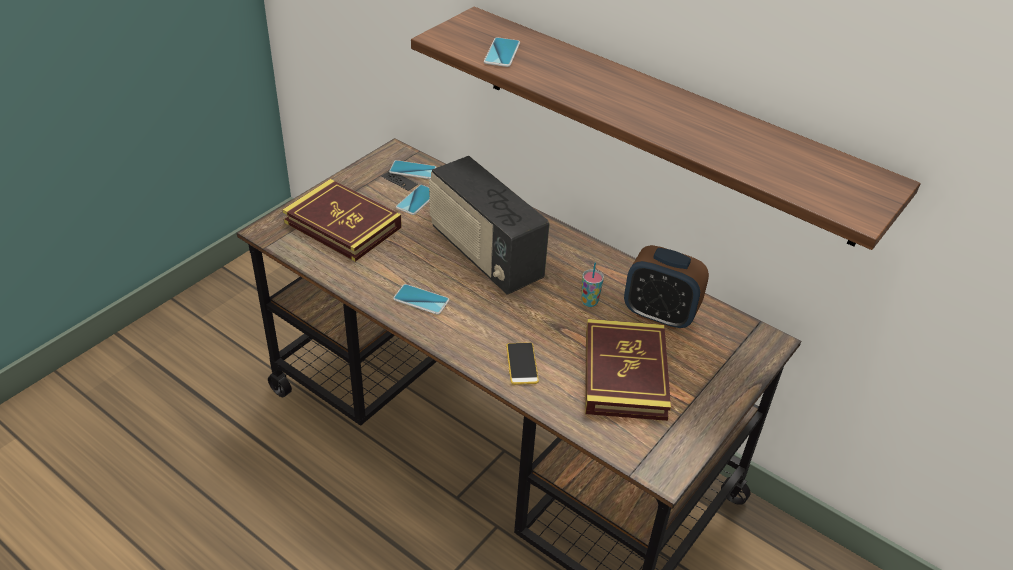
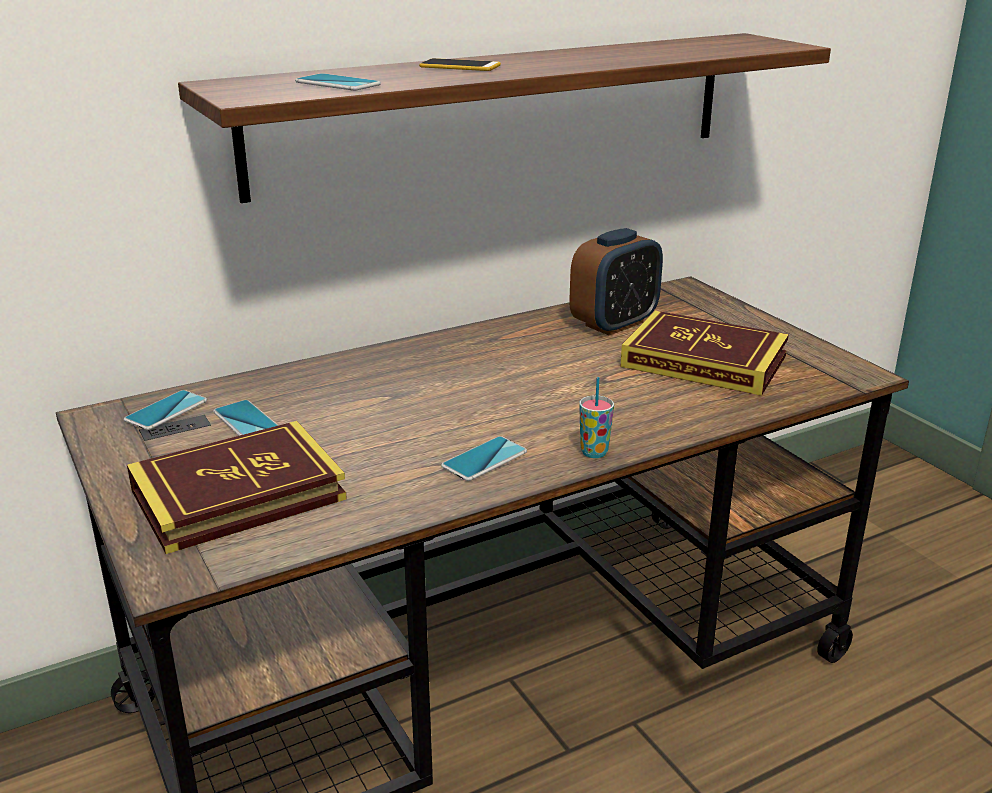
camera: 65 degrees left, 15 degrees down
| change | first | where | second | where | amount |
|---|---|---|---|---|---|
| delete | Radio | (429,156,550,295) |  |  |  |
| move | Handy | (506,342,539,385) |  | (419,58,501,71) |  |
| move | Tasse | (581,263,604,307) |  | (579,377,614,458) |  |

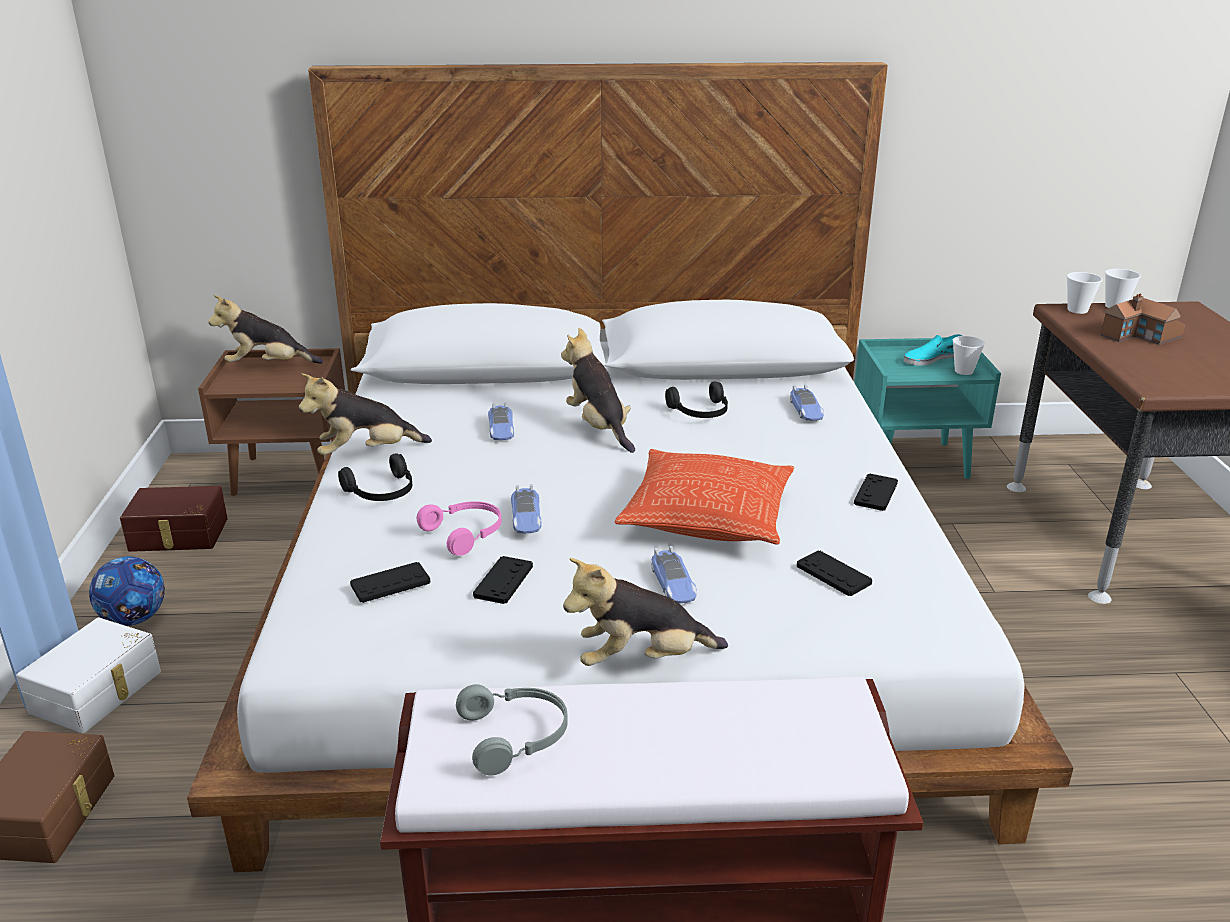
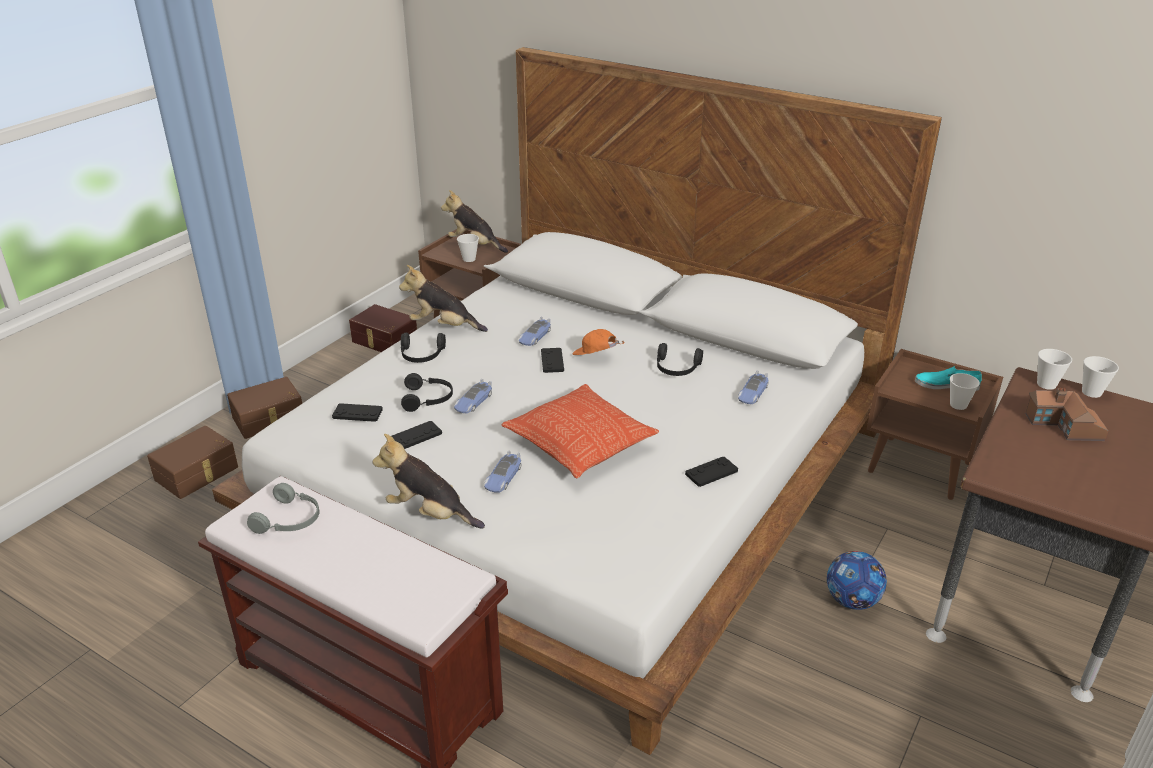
camera: 35 degrees right, 5 degrees up
| change | first | where | second | where | amount |
|---|---|---|---|---|---|
| recolor | Aufbewahrungsbox/weiß | (16,617,161,733) | Aufbewahrungsbox/braun | (227,377,302,439) |  |
| move | Fußball | (89,556,165,626) |  | (827,551,887,610) |  |
| recolor | Kopfhörer/rosa | (417,501,502,556) | Kopfhörer/schwarz | (401,373,453,412) |  |
| replace | Plüschtier | (561,328,635,453) | Kappe/orange | (572,329,625,355) |  |
| move | Gamepad/schwarz | (797,551,872,596) |  | (541,348,564,373) |  |
| recolor | Nachttisch/türkis | (855,338,1001,479) | Nachttisch/braun | (867,349,1003,500) |  |
| insert |  |  | Tasse | (457,234,479,262) |  |

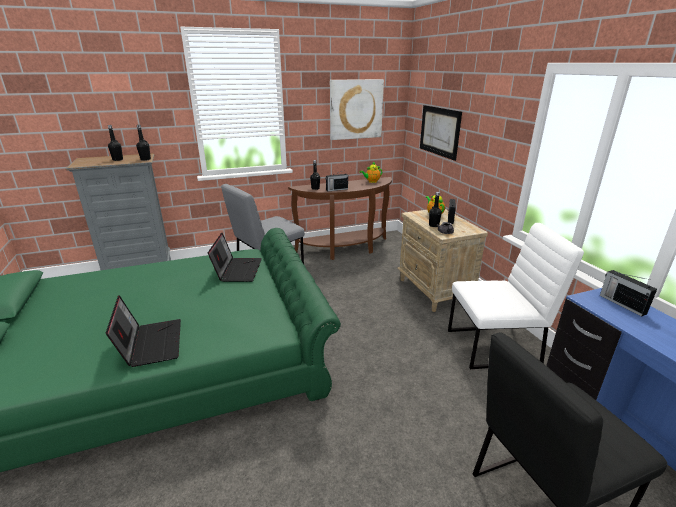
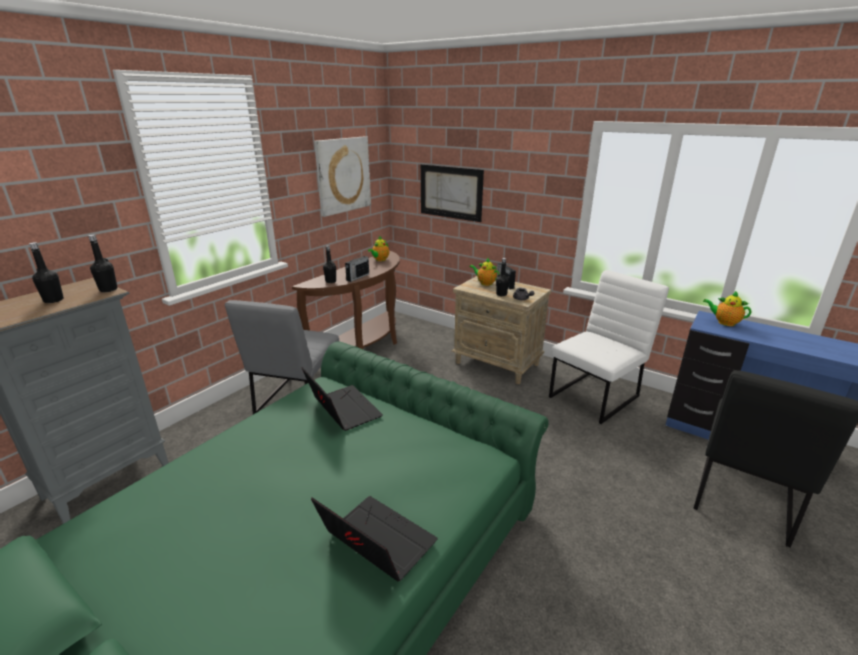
camera: 35 degrees left, 0 degrees up
| change | first | where | second | where | amount |
|---|---|---|---|---|---|
| replace | Radio | (600,270,657,317) | Teekanne | (703,291,751,326) |  |

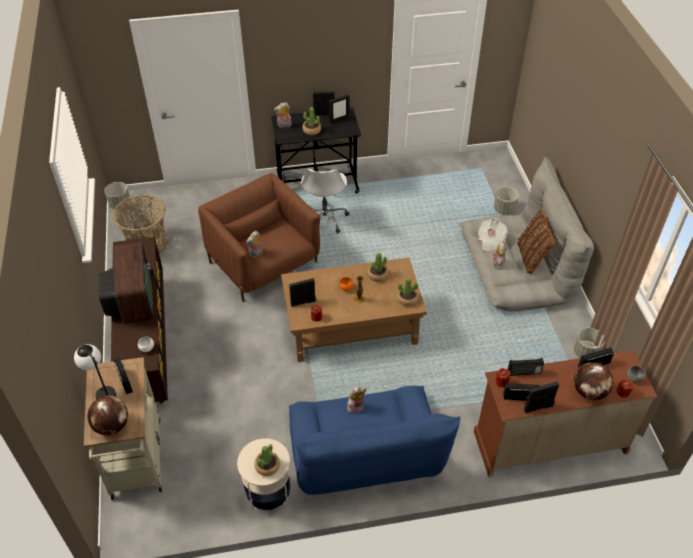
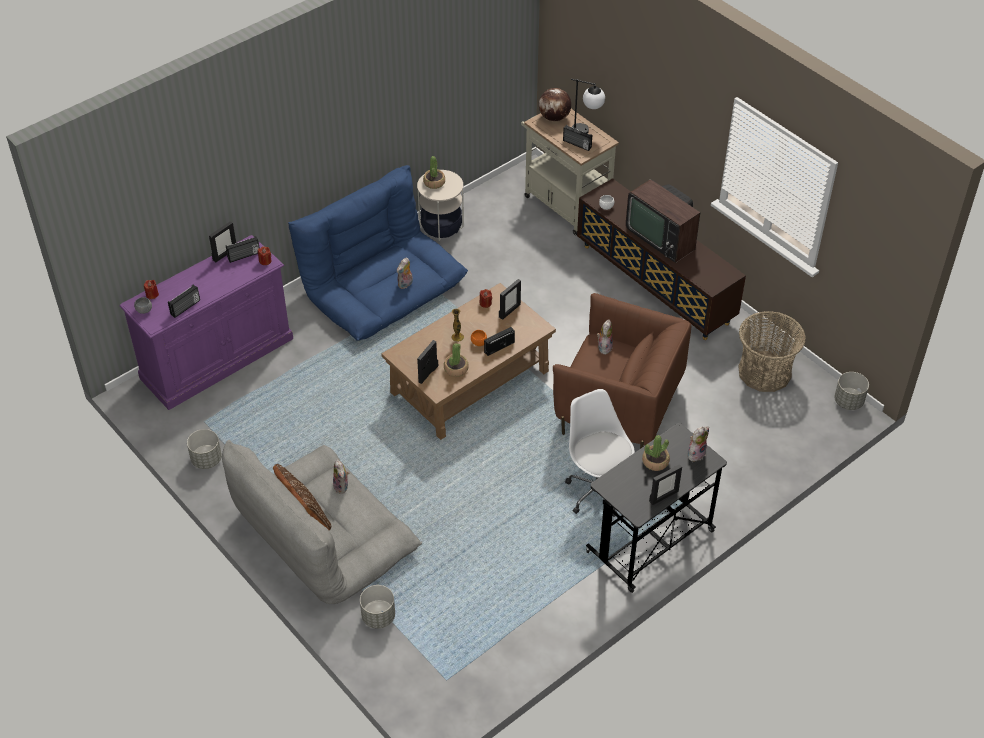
camera: 150 degrees right, 0 degrees up
| change | first | where | second | where | amount |
|---|---|---|---|---|---|
| move | Bilderrahmen | (329,94,349,123) |  | (417,340,438,384) |  |
| delete | Topfpflanze | (397,277,419,306) |  |  |  |
| recolor | Schrank/braun | (474,350,658,477) | Schrank/lila | (120,235,293,410) |  |
| delete | Zeitung | (478,218,508,251) |  |  |  |
| move | Radio | (507,358,544,376) |  | (484,327,515,356) |  |
| delete | Globus | (574,362,614,400) |  |  |  |

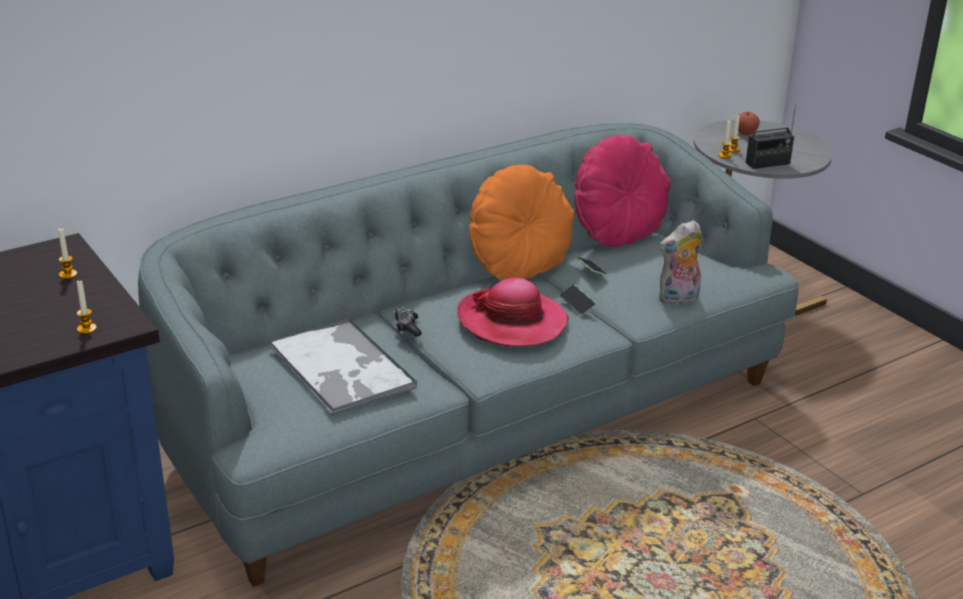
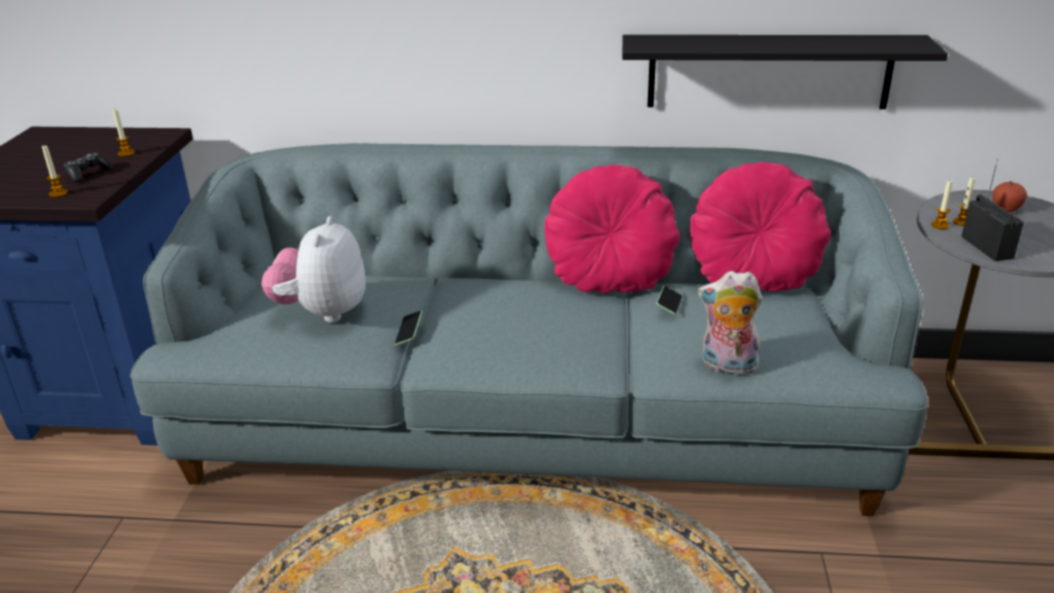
camera: 40 degrees right, 0 degrees up
| change | first | where | second | where | amount |
|---|---|---|---|---|---|
| replace | Tablett | (269,318,417,416) | Plüschtier | (261,216,366,323) |  |
| move | Gamepad | (393,306,422,337) |  | (64,153,113,182) |  |
| delete | Hut | (457,278,569,347) |  |  |  |
| recolor | Kissen/orange | (469,165,574,280) | Kissen/rosa | (544,165,680,293) |  |
| move | Handy | (559,284,596,315) |  | (394,311,422,345) |  |
| rotate | Radio | (746,104,796,169) |  | (961,159,1024,261) | 120 degrees counterclockwise |
| insert |  |  | Wandregal/schwarz | (622,35,948,109) |  |

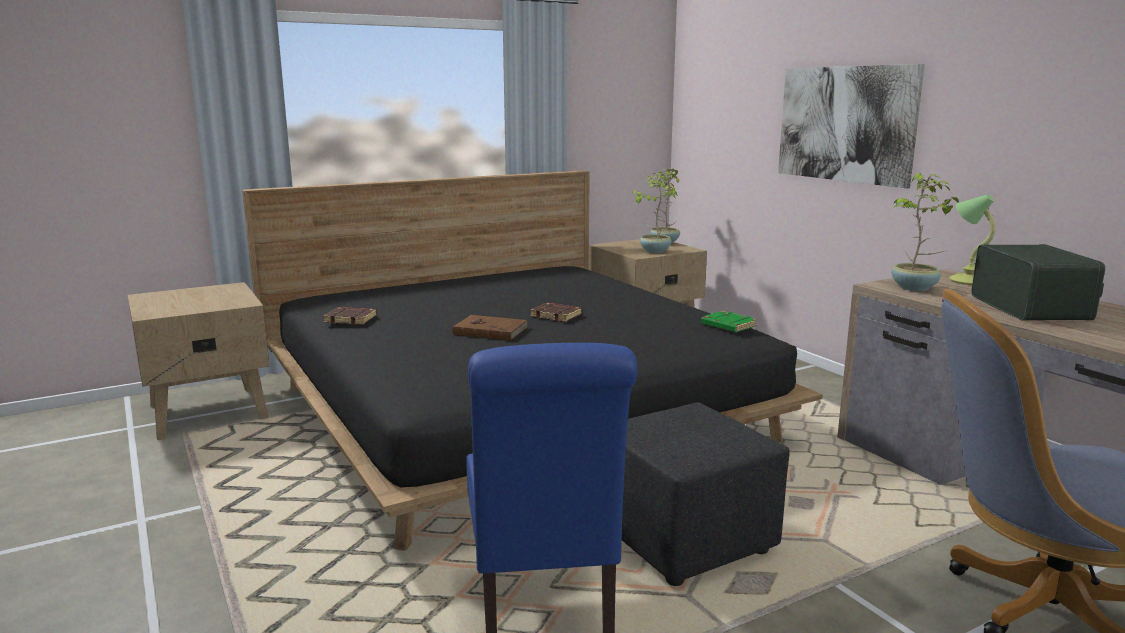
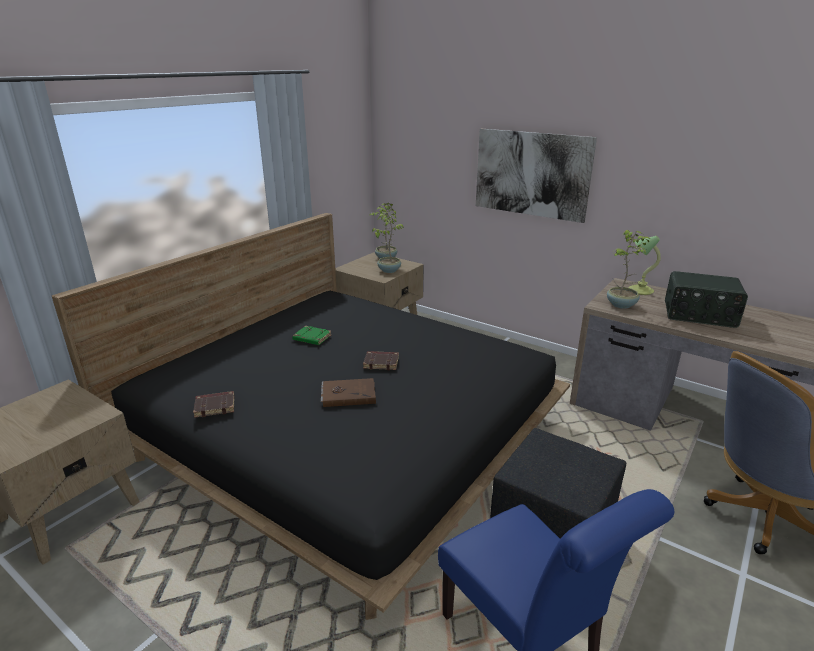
camera: 25 degrees left, 10 degrees up
| change | first | where | second | where | amount |
|---|---|---|---|---|---|
| move | Buch/grün | (701,311,757,332) |  | (292,326,331,345) |  |
| rotate | Radio | (971,244,1105,321) |  | (665,271,748,328) | 135 degrees clockwise |

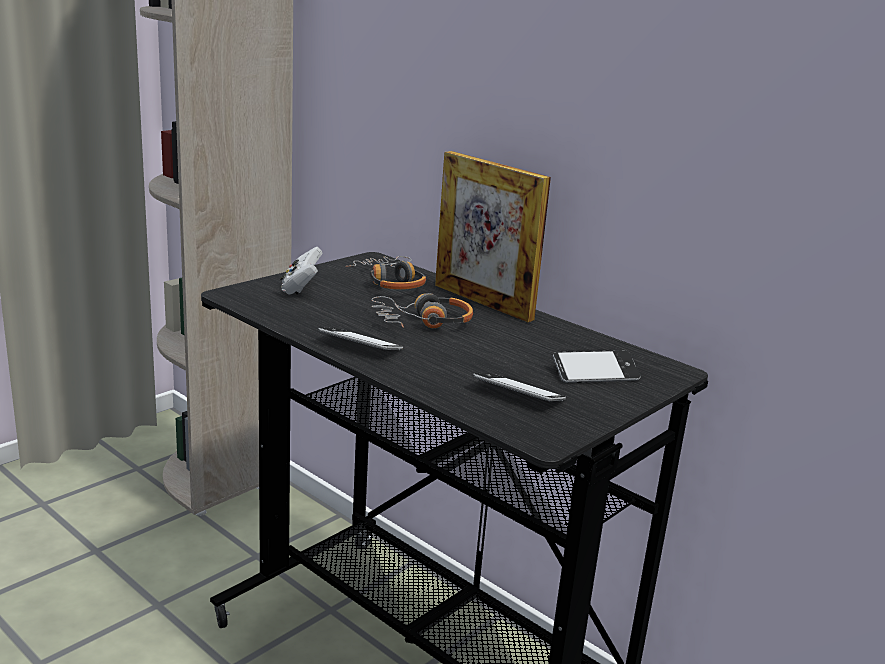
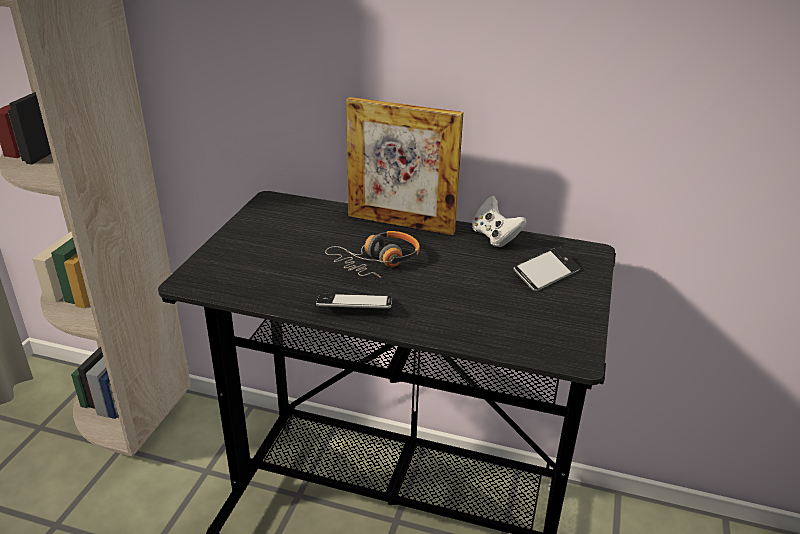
camera: 25 degrees left, 10 degrees up
| change | first | where | second | where | amount |
|---|---|---|---|---|---|
| move | Gamepad/weiß | (280,247,322,295) |  | (472,196,527,247) |  |
| delete | Kopfhörer | (345,256,426,289) |  |  |  |
| delete | Handy | (473,373,566,402) |  |  |  |

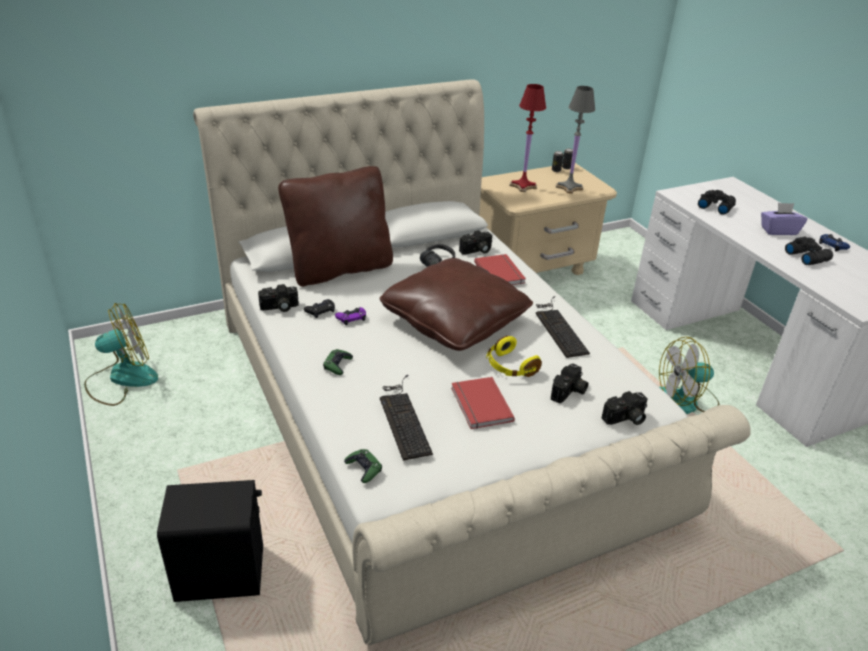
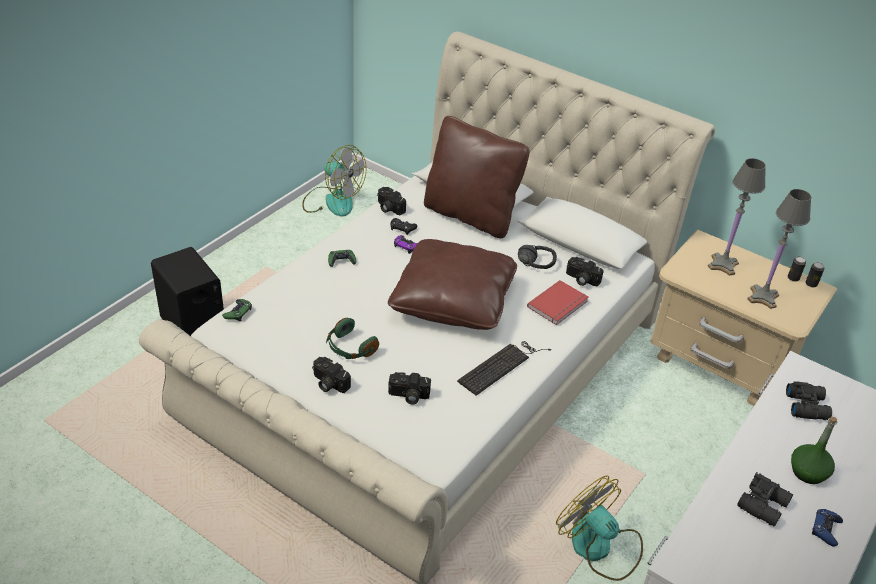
camera: 60 degrees right, 5 degrees up
| change | first | where | second | where | amount |
|---|---|---|---|---|---|
| delete | Tastatur | (380,375,433,460) |  |  |  |
| replace | Buch/rot | (451,377,515,429) | Kopfhörer/grün | (326,317,379,359) |  |
| delete | Kopfhörer/gelb | (486,336,542,377) |  |  |  |
| recolor | Tischlampe/rot | (510,84,546,192) | Tischlampe/grau | (708,158,766,276) |  |
| move | Kamera | (602,391,647,425) |  | (312,357,351,393) |  |
| replace | Taschentuchbox/lila | (761,203,807,235) | Flasche/grün | (791,417,837,484) |  |

